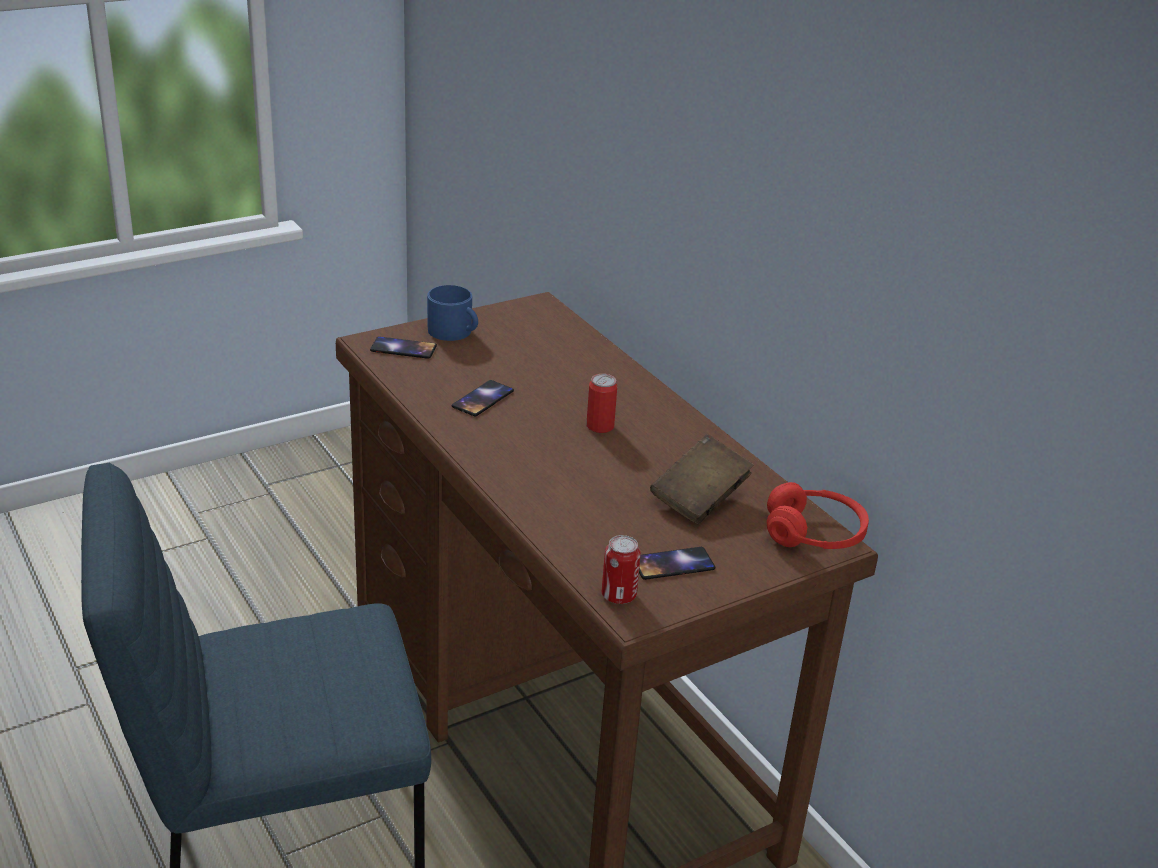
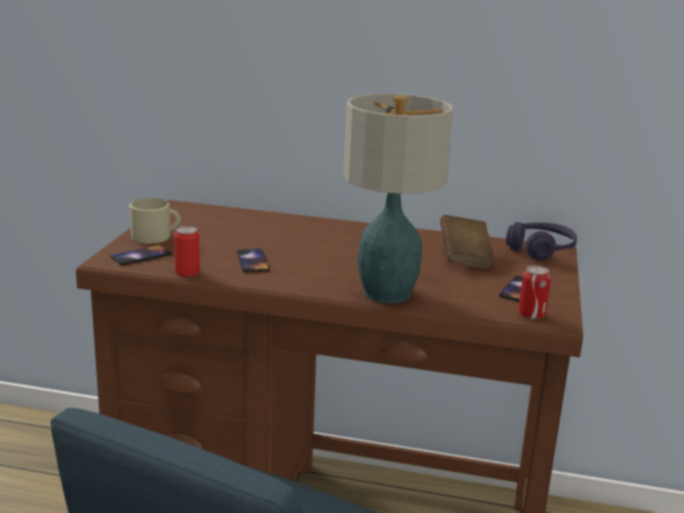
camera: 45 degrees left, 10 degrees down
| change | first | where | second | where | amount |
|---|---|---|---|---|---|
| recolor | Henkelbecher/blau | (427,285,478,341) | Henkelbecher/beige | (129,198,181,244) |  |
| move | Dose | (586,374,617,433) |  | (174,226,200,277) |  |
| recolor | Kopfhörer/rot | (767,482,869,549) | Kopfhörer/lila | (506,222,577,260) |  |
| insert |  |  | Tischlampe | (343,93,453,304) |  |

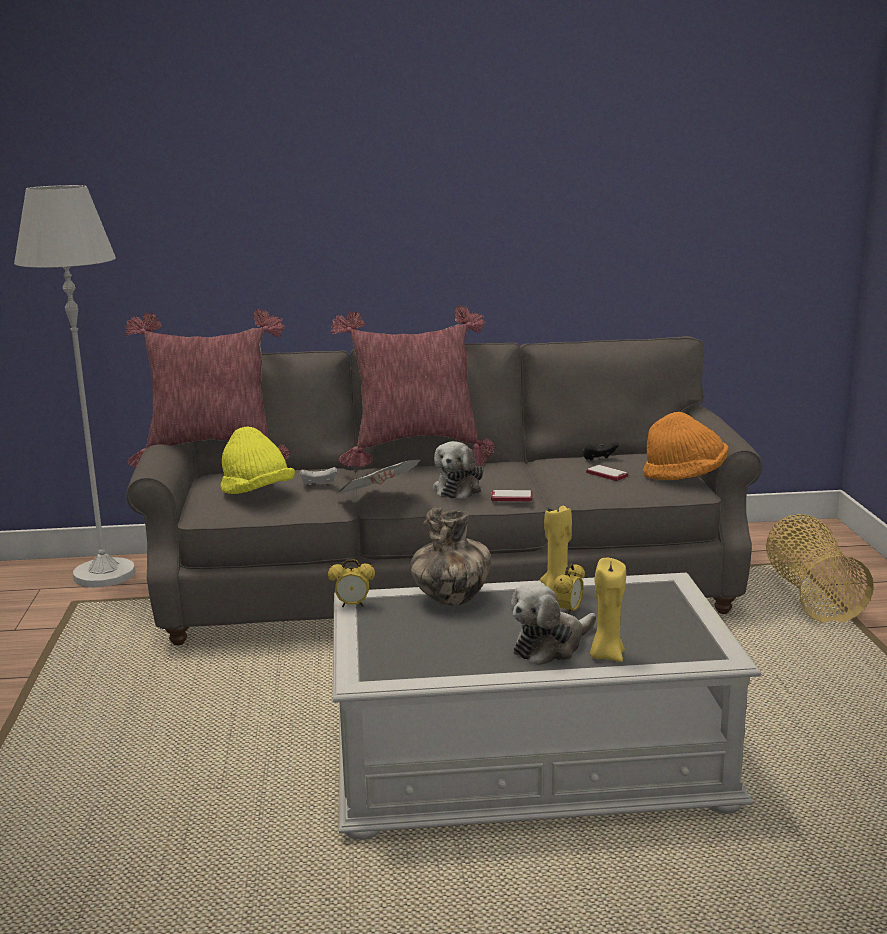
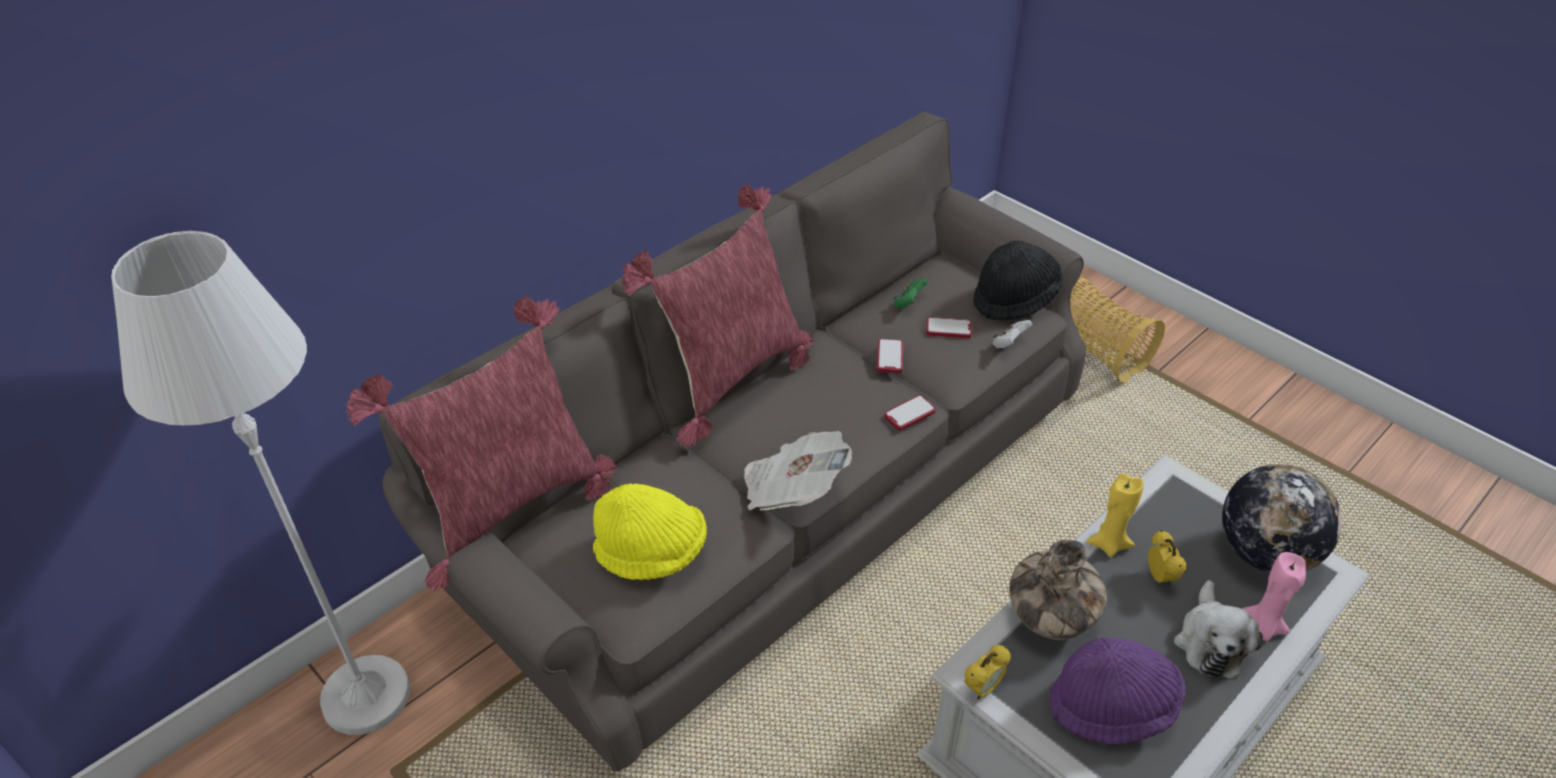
camera: 40 degrees left, 25 degrees up
| change | first | where | second | where | amount |
|---|---|---|---|---|---|
| move | Gamepad/weiß | (300,467,337,486) |  | (993,320,1032,349) |  |
| delete | Plüschtier | (433,441,483,499) |  |  |  |
| recolor | Gamepad/schwarz | (583,441,619,461) | Gamepad/grün | (893,278,928,309) |  |
| recolor | Kerze/gelb | (590,558,626,662) | Kerze/rosa | (1242,552,1306,641) |  |
| recolor | Hut/orange | (643,412,729,480) | Hut/schwarz | (973,240,1063,320) |  |
| insert |  |  | Handy | (877,339,903,373) |  |
| insert |  |  | Hut/lila | (1050,638,1186,745) |  |
| insert |  |  | Globus | (1222,464,1342,573) |  |

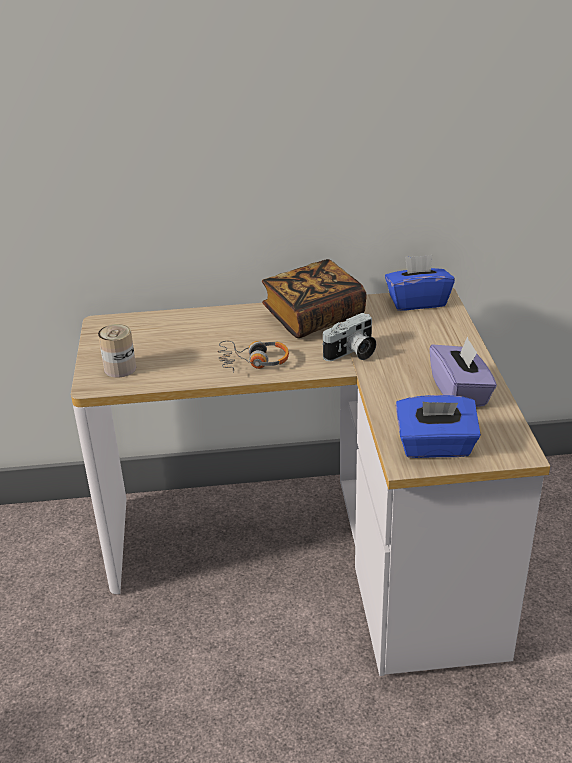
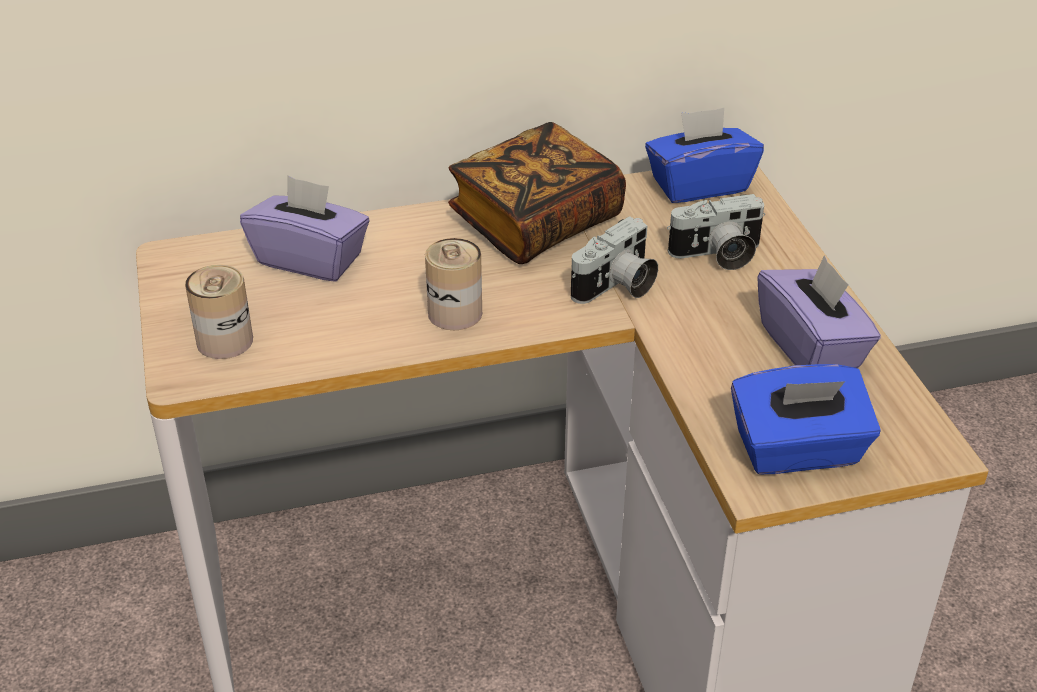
camera: 10 degrees left, 5 degrees up
| change | first | where | second | where | amount |
|---|---|---|---|---|---|
| replace | Kopfhörer | (217,341,289,373) | Dose | (425,238,482,330) |  |
| insert |  |  | Taschentuchbox/lila | (240,176,369,282) |  |
| insert |  |  | Kamera | (667,194,765,270) |  |

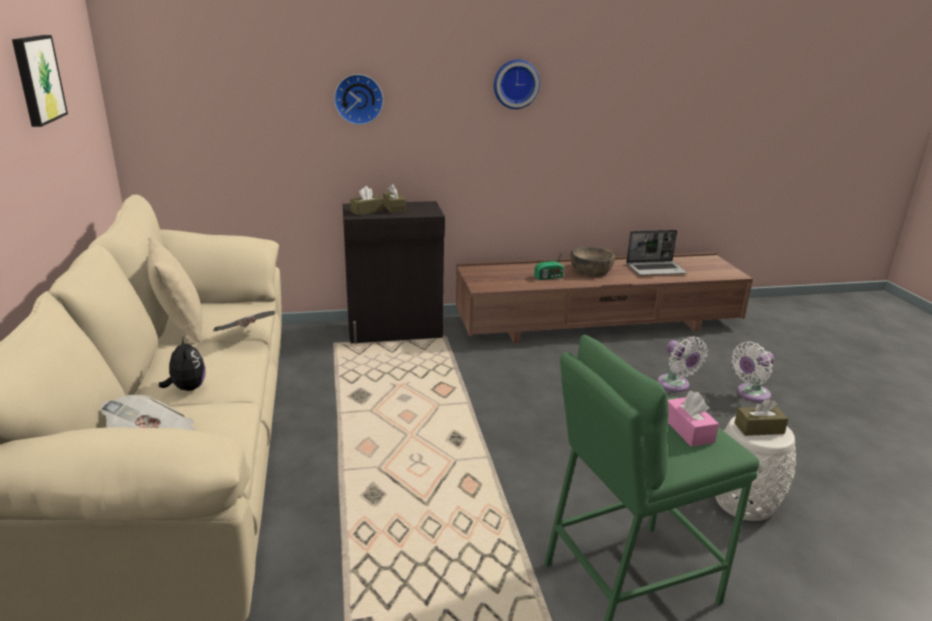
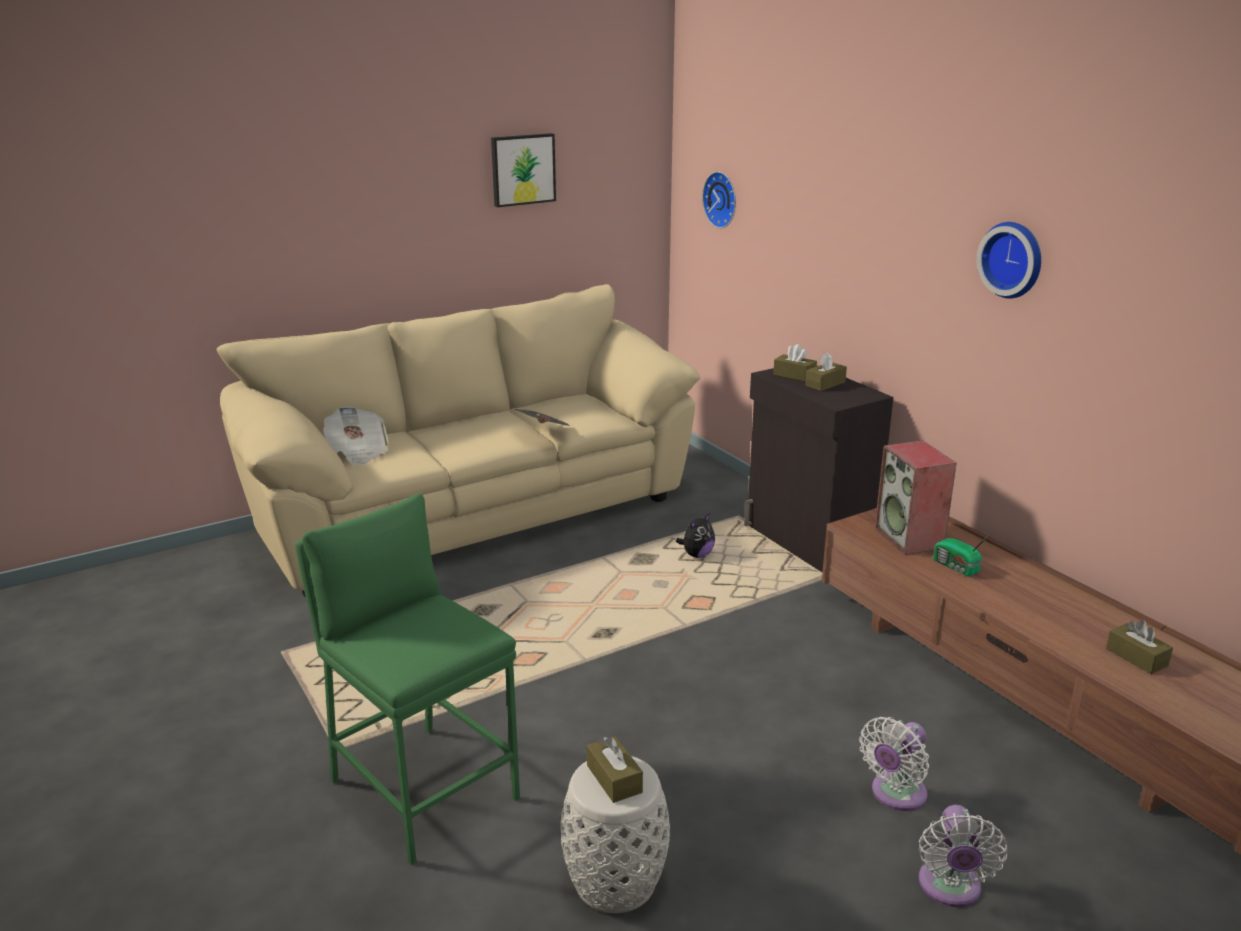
camera: 70 degrees right, 0 degrees up
| change | first | where | second | where | amount |
|---|---|---|---|---|---|
| delete | Kissen/beige | (148,237,202,342) |  |  |  |
| move | Plüschtier | (159,335,206,391) |  | (676,513,715,558) |  |
| move | Wanduhr | (334,74,384,125) |  | (702,171,736,228) |  |
| delete | Schüssel/braun | (570,246,615,277) |  |  |  |
| replace | Laptop | (626,230,687,276) | Taschentuchbox/braun | (1106,620,1173,674) |  |
| delete | Taschentuchbox/rosa | (668,391,719,447) |  |  |  |
| rotate | Ventilator/weiß | (731,342,774,402) |  | (919,805,1008,907) | 120 degrees counterclockwise |
| insert |  |  | Lautsprecher | (874,440,957,555) |  |

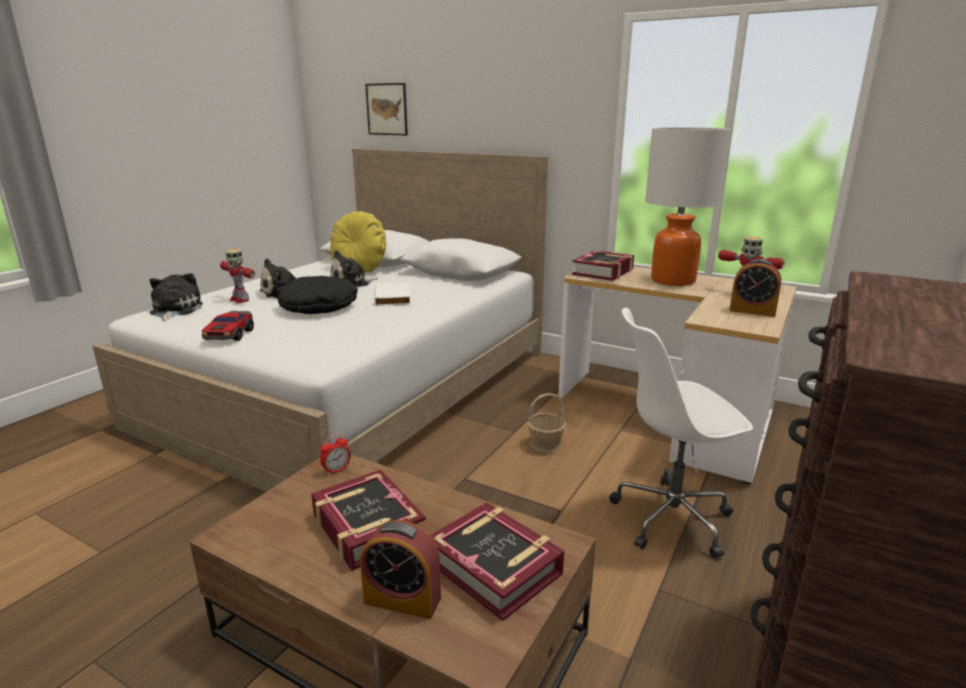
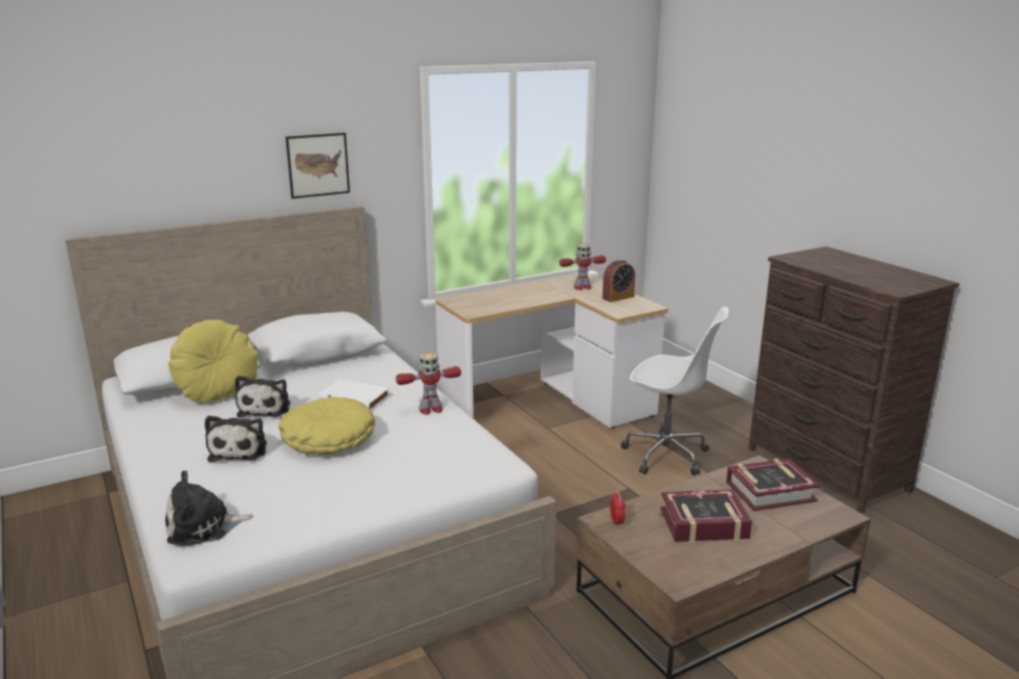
camera: 60 degrees left, 0 degrees up
| change | first | where | second | where | amount |
|---|---|---|---|---|---|
| rotate | Plüschtier | (149,273,203,321) |  | (165,470,254,547) | 45 degrees counterclockwise |
| delete | Spielzeugauto | (202,311,254,341) |  |  |  |
| move | Spielzeugroboter | (220,249,255,303) |  | (396,352,461,415) |  |
| recolor | Kissen/schwarz | (276,276,358,314) | Kissen/gelb | (278,397,376,455) |  |
| delete | Wecker | (360,520,441,619) |  |  |  |
| move | Bild | (365,83,408,135) |  | (286,133,350,199) |  |
| delete | Korb | (527,393,566,453) |  |  |  |
| delete | Buch | (572,250,634,281) |  |  |  |
| rotate | Bürostuhl/weiß | (609,308,753,559) |  | (621,307,729,476) | 90 degrees counterclockwise |
| delete | Tischlampe | (645,127,731,286) |  |  |  |

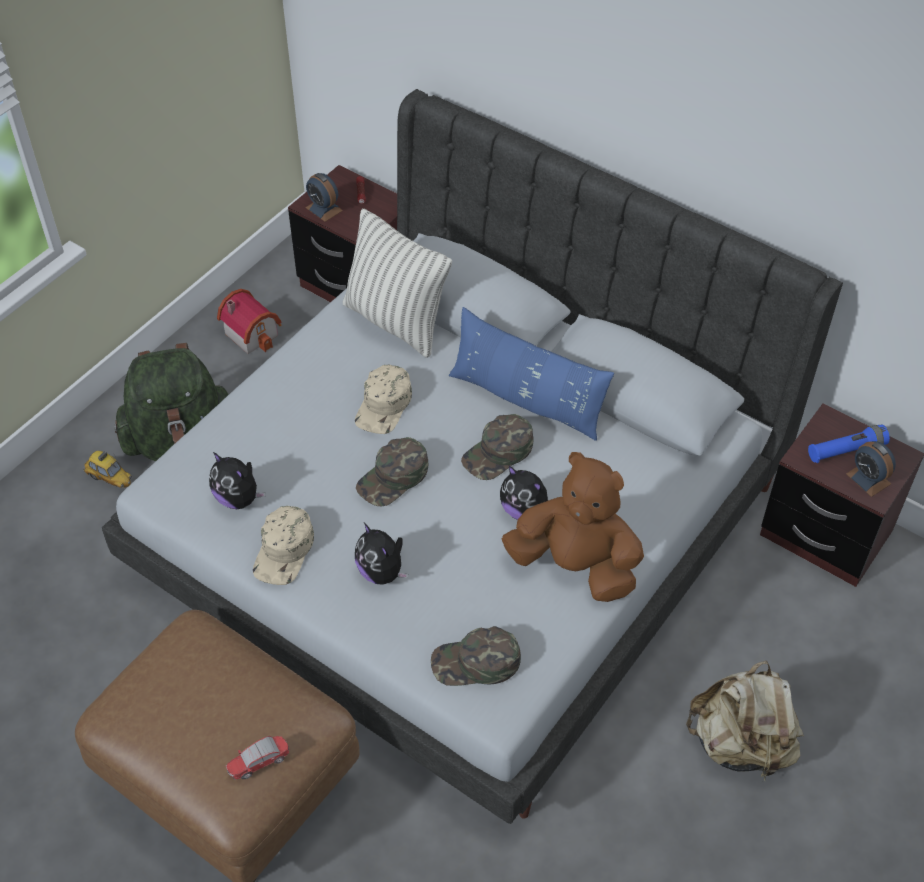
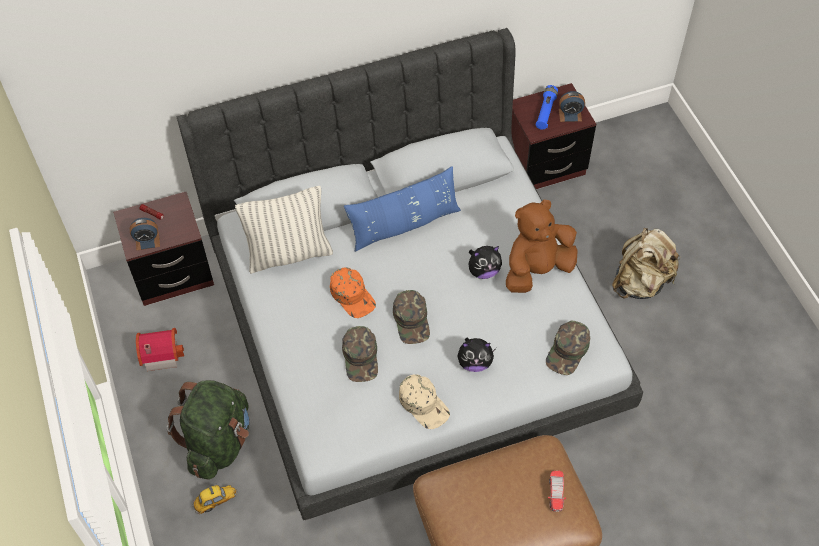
camera: 55 degrees left, 5 degrees up
| change | first | where | second | where | amount |
|---|---|---|---|---|---|
| delete | Plüschtier | (209,452,266,509) |  |  |  |
| recolor | Kappe/beige | (355,365,412,434) | Kappe/orange | (330,267,376,318) |  |
| move | Kappe/grün | (461,414,534,480) |  | (342,326,378,382) |  |

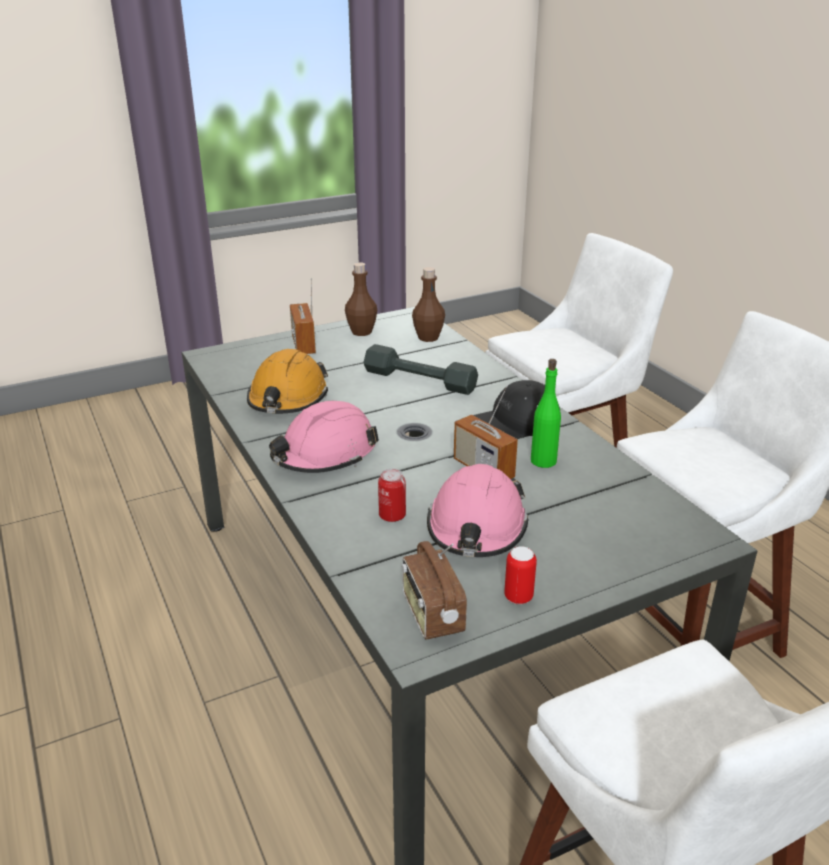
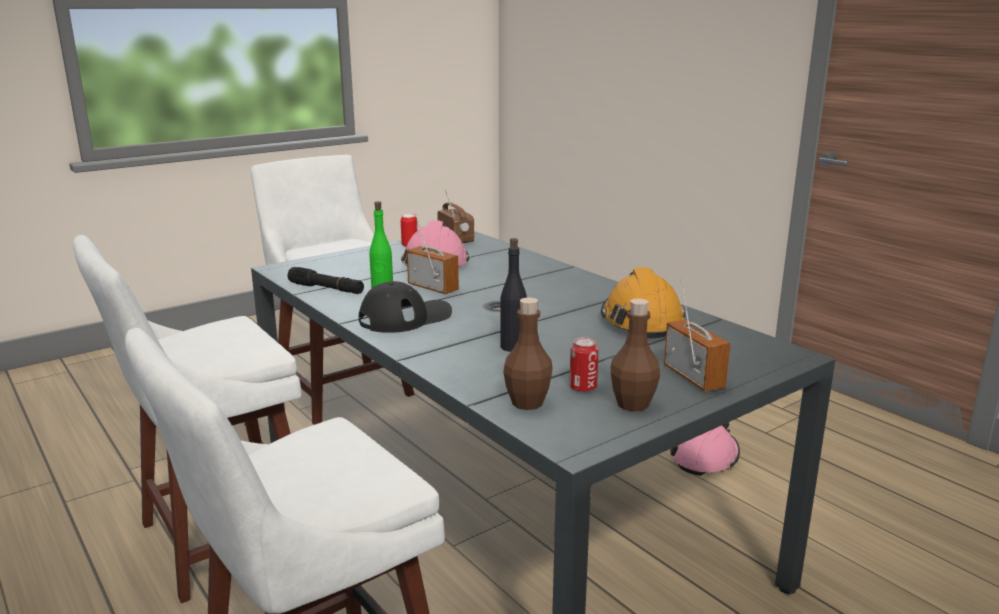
camera: 170 degrees right, 10 degrees down
| change | first | where | second | where | amount |
|---|---|---|---|---|---|
| move | Schutzhelm/rosa | (269,401,379,473) |  | (670,422,740,476) |  |
| replace | Hantel/grau | (363,344,478,395) | Flasche/schwarz | (500,238,527,352) |  |
| move | Dose | (378,469,406,522) |  | (569,337,598,393) |  |
| insert |  |  | Taschenlampe/schwarz | (287,267,364,294) |  |

